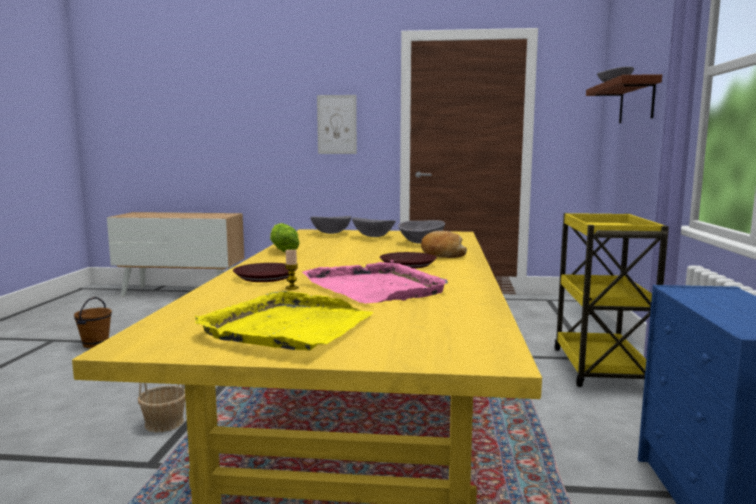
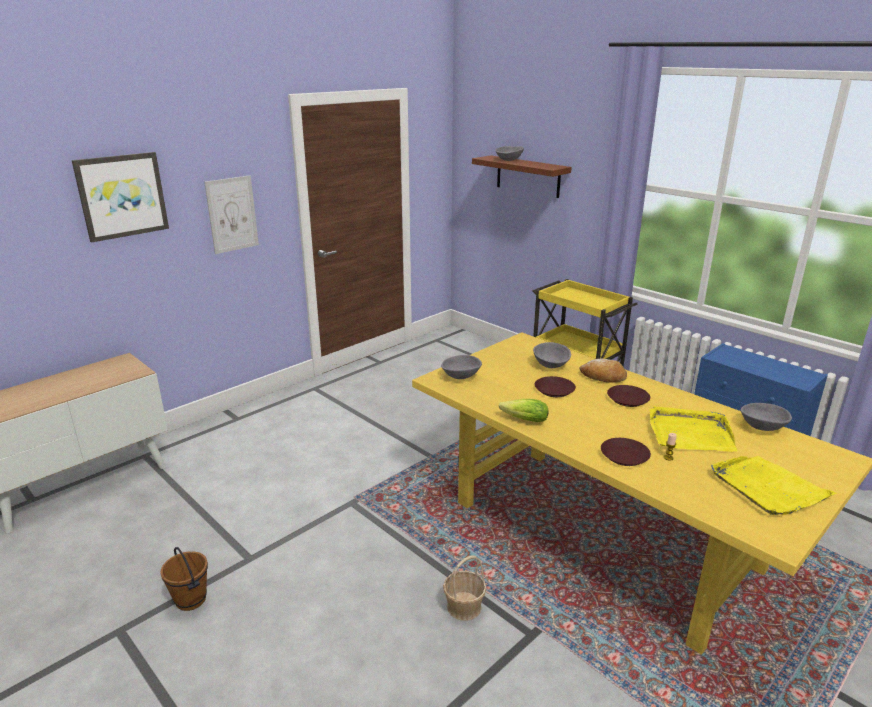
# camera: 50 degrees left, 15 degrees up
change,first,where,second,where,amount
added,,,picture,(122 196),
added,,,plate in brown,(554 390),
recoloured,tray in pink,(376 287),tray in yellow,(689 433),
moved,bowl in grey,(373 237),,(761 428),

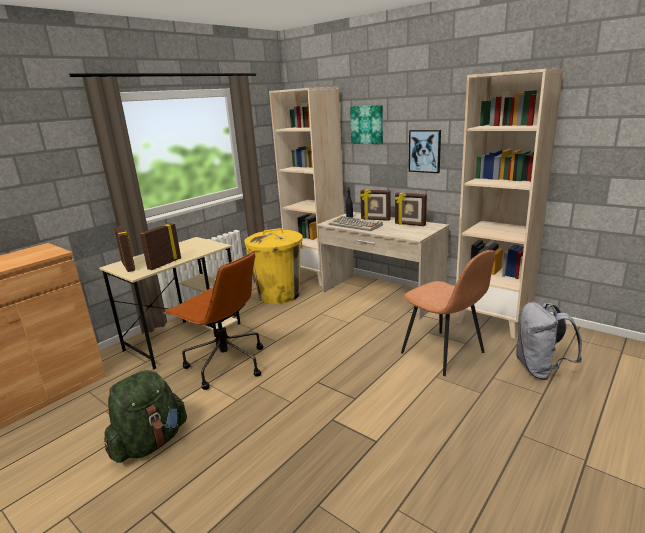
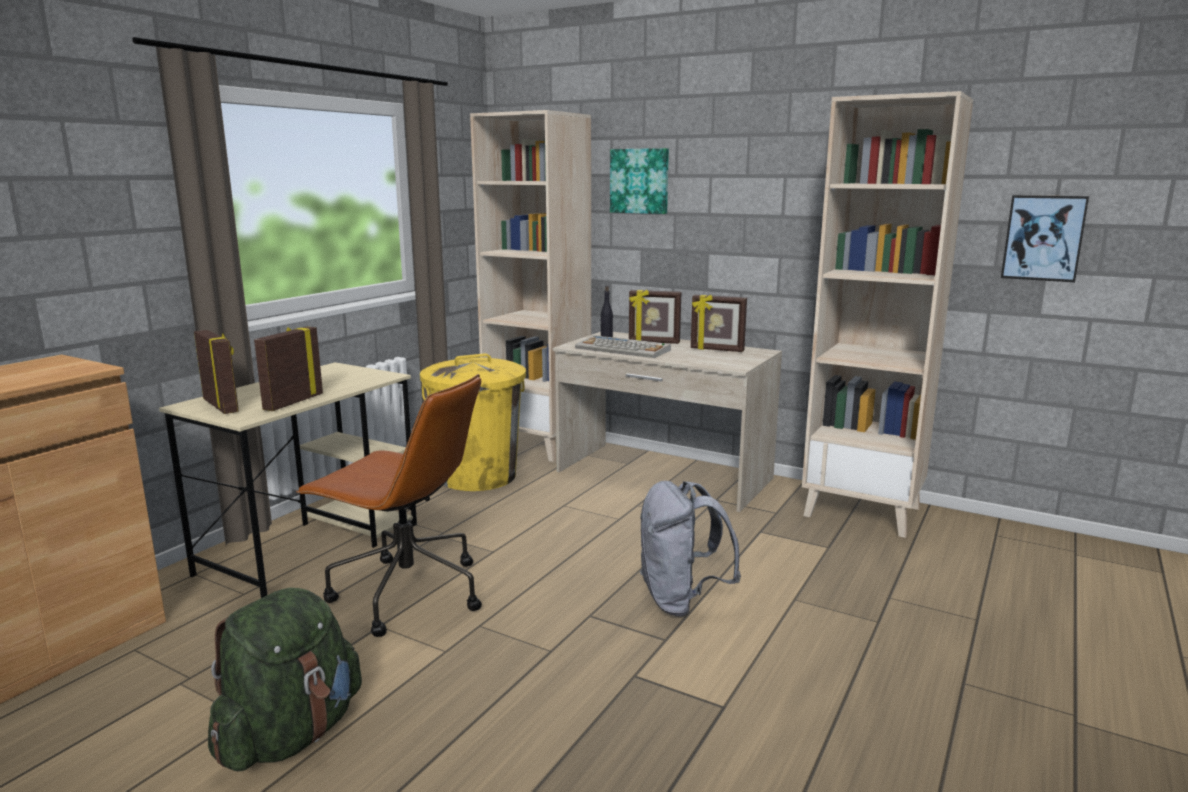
# camera: 10 degrees left, 5 degrees down
change,first,where,second,where,amount
moved,backpack in grey,(540 369),,(681 600),
moved,picture,(425 151),,(1043 238),
removed,chair in brown,(444 353),,,

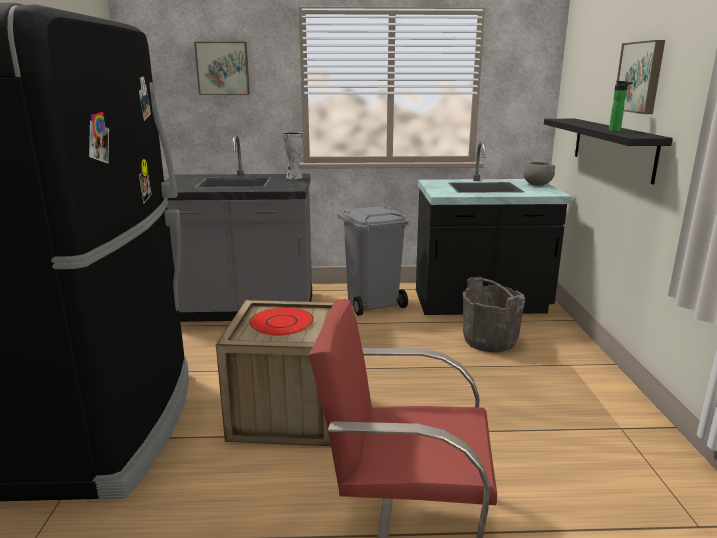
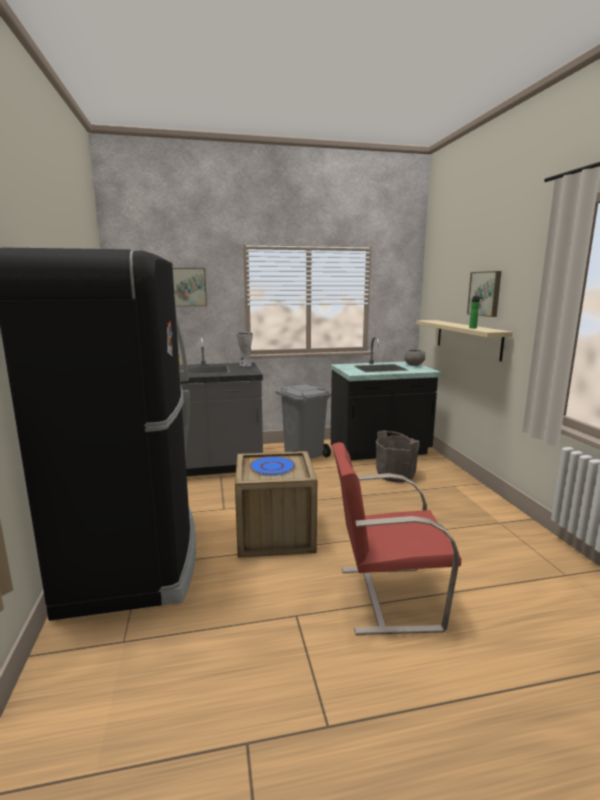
# camera: 10 degrees left, 5 degrees down
change,first,where,second,where,amount
recoloured,plate in red,(282 322),plate in blue,(272 467),
recoloured,shelf in black,(612 147),shelf in beige,(467 338),

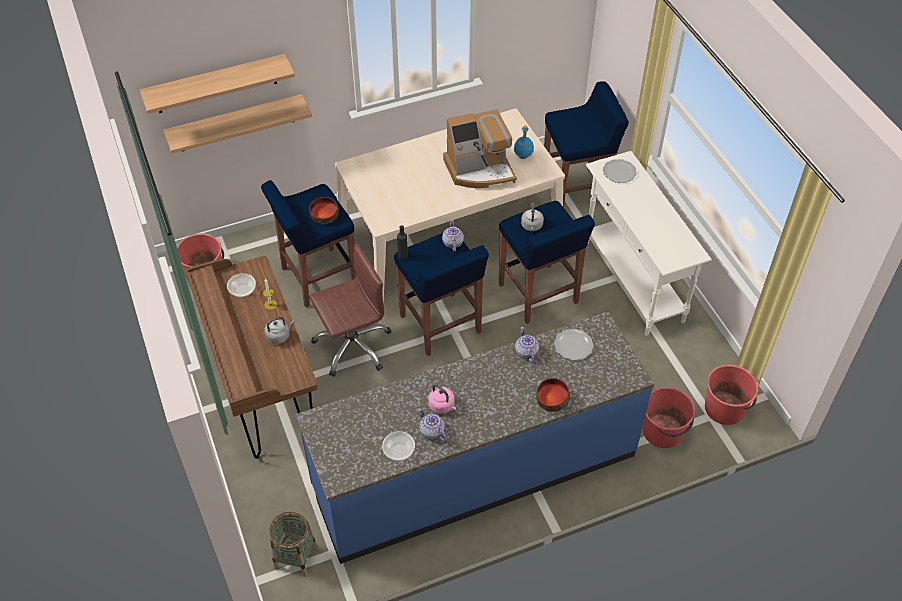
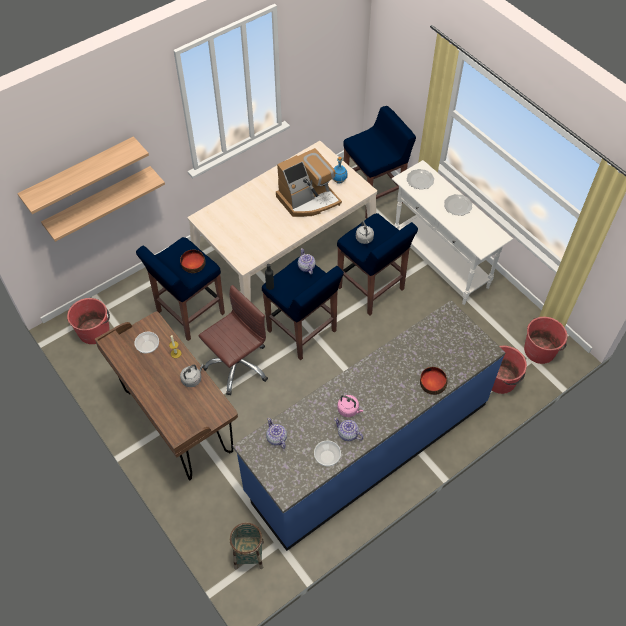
# camera: 15 degrees left, 5 degrees up
change,first,where,second,where,amount
moved,teapot,(526 352),,(276 438),
moved,plate,(573 346),,(458 206),

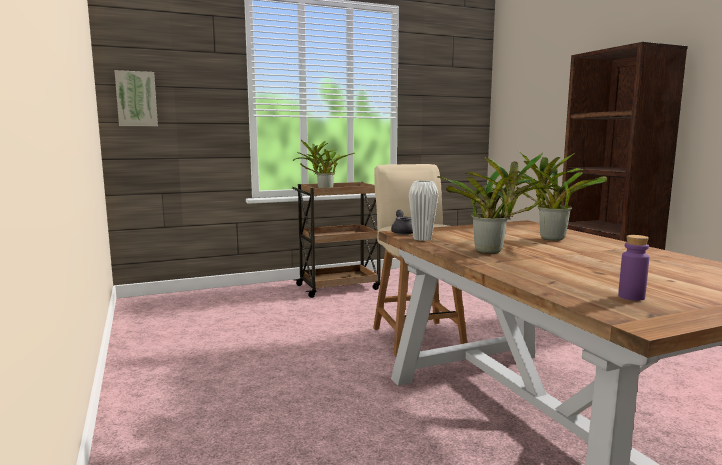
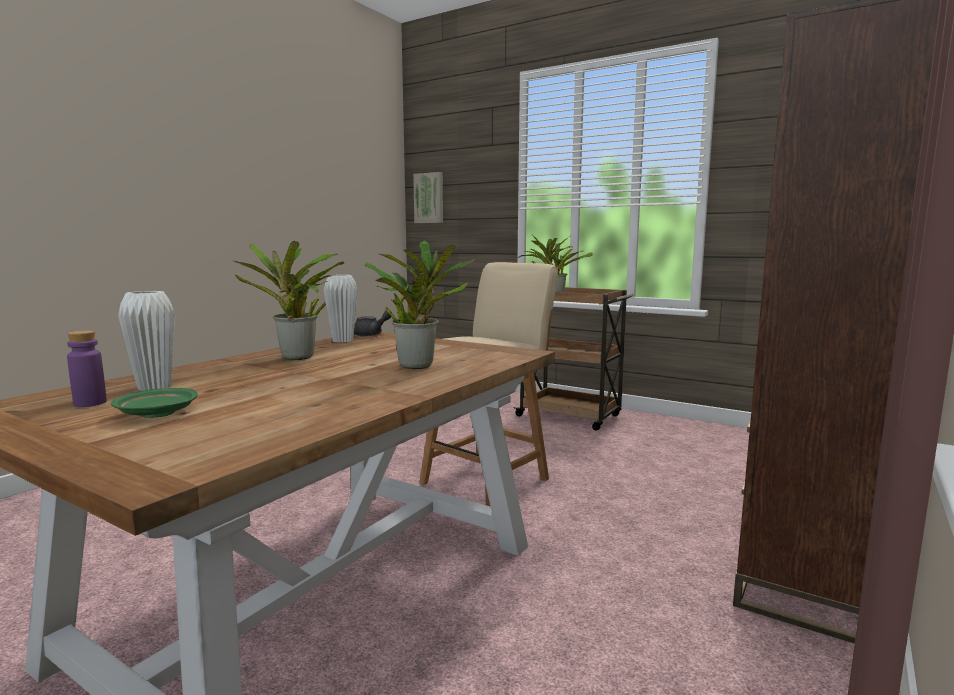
# camera: 55 degrees right, 0 degrees up
change,first,where,second,where,amount
added,,,plate in green,(156 413),
added,,,vase in white,(154 387),

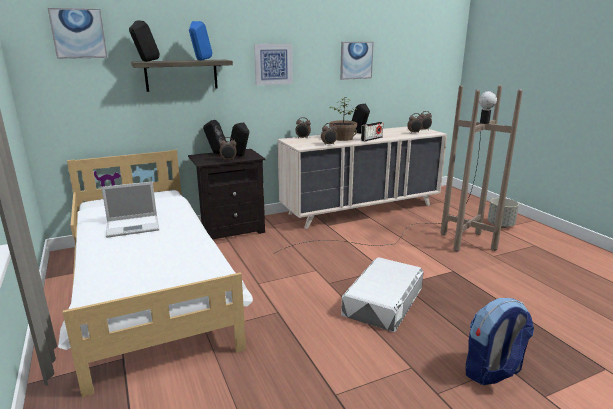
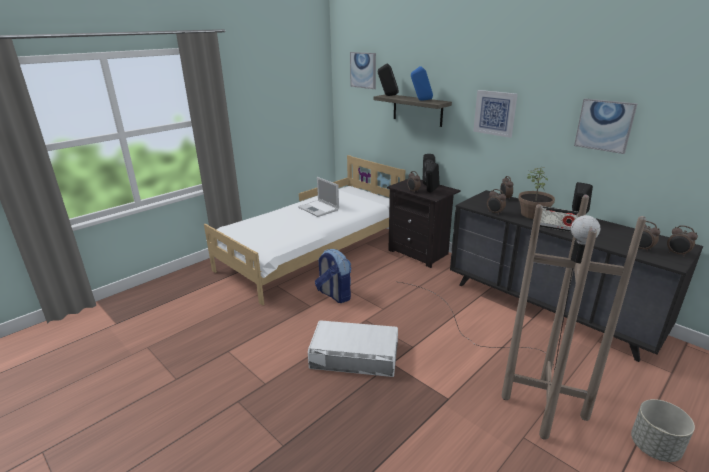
# camera: 70 degrees right, 5 degrees up
change,first,where,second,where,amount
moved,backpack,(492 372),,(334 295),
recoloured,dresser in beige,(361 209),dresser in black,(549 308),

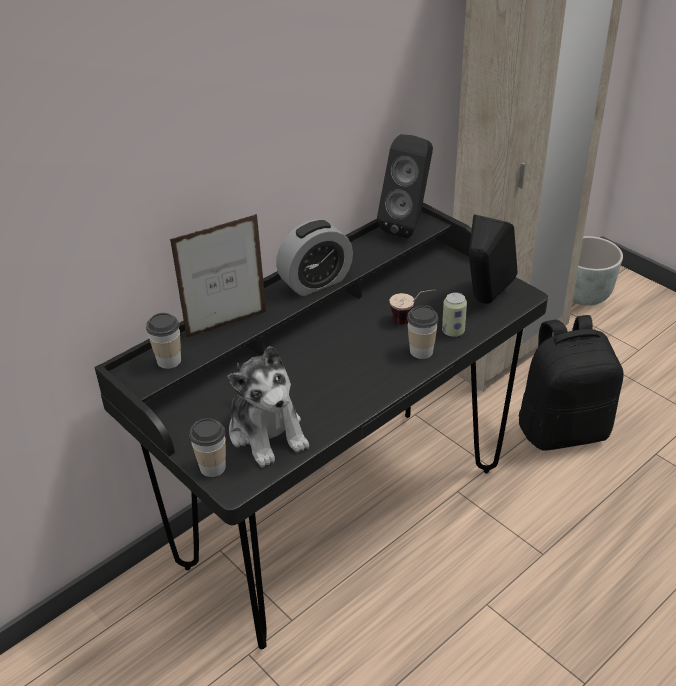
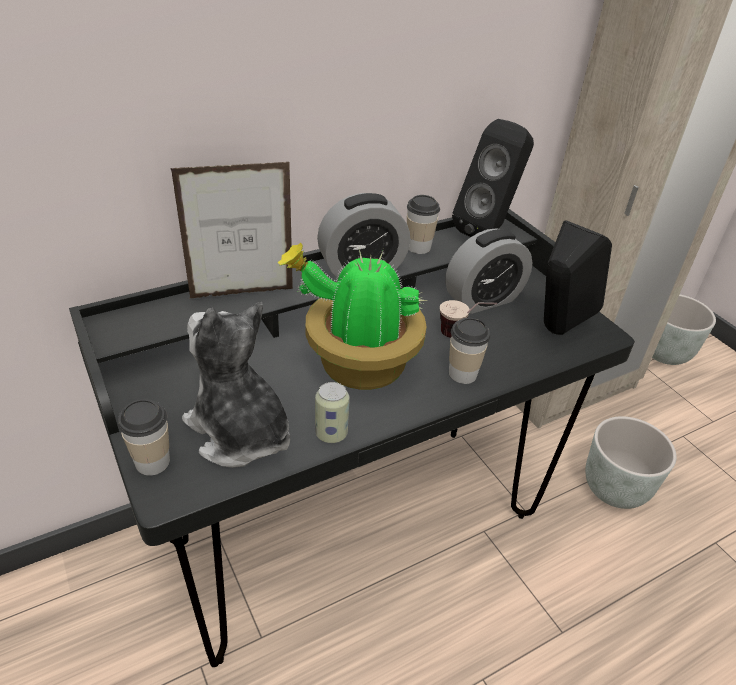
# camera: 10 degrees right, 0 degrees up
change,first,where,second,where,amount
turned,plush toy,(267 432),,(239 432),150 degrees clockwise
added,,,potted plant,(358 365),
moved,can,(453 331),,(331 434),
moved,cup,(169 360),,(418 247),
added,,,alarm clock,(483 299),
replaced,backpack in black,(563 429),planter in grey,(615 488),

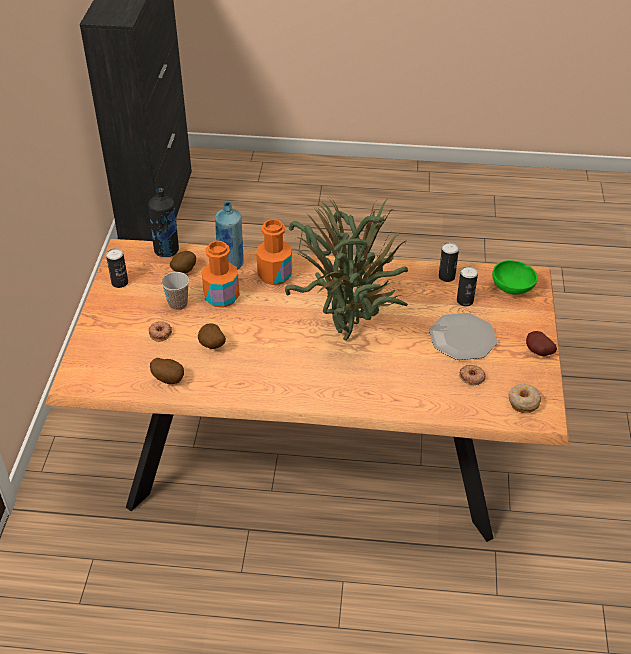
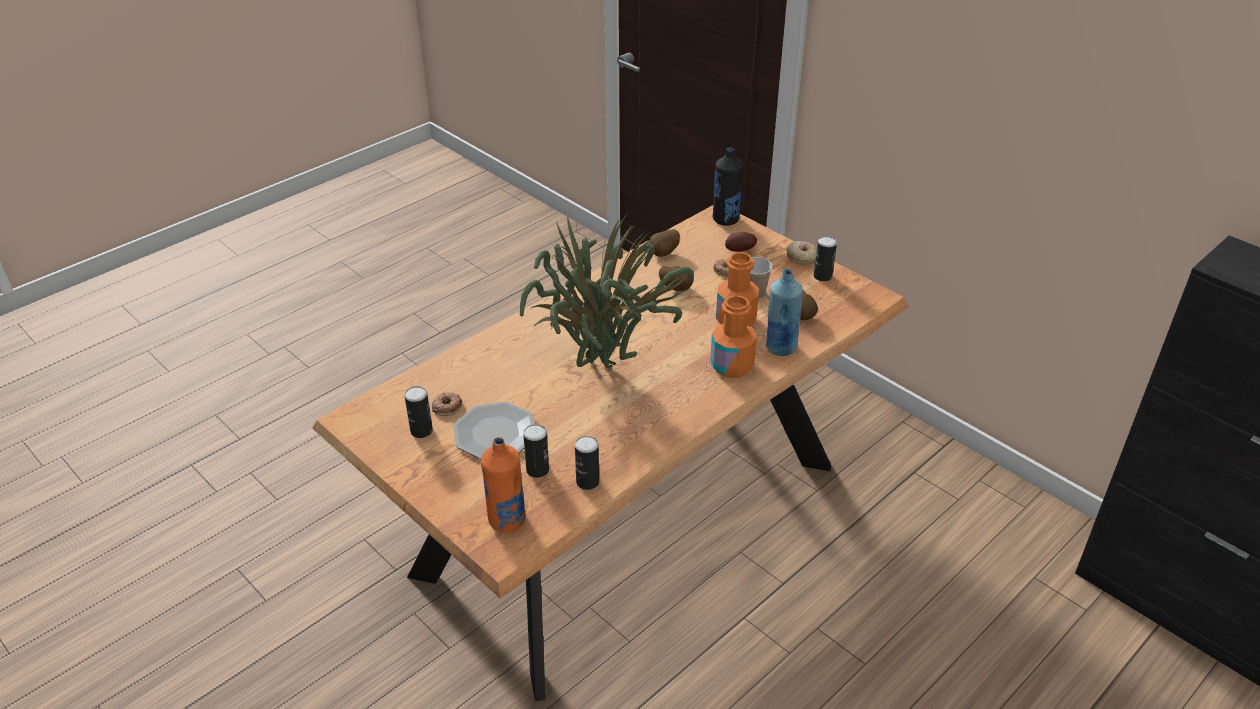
# camera: 130 degrees right, 5 degrees down
change,first,where,second,where,amount
added,,,can,(421 431),
replaced,bowl in green,(513 288),bottle in orange,(506 521),
moved,bottle in black,(167 250),,(725 219),
moved,potato,(538 352),,(740 250),
moved,donut,(523 402),,(802 258),

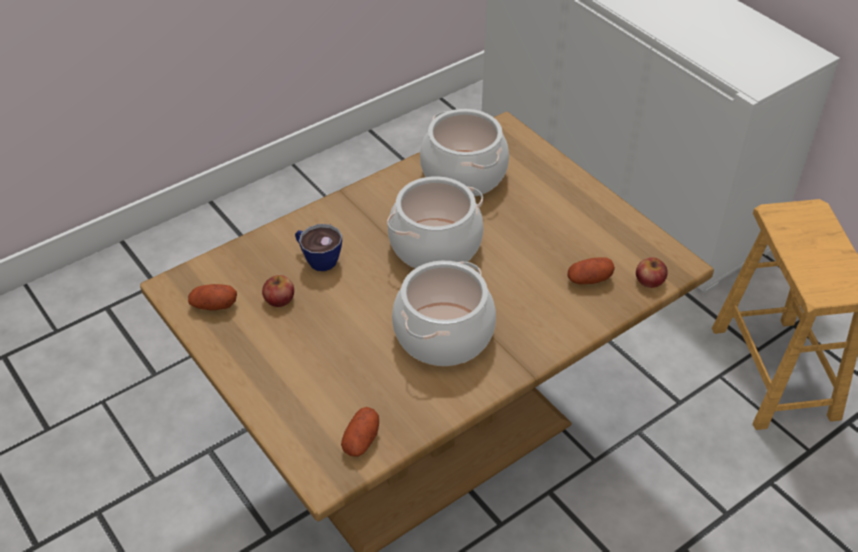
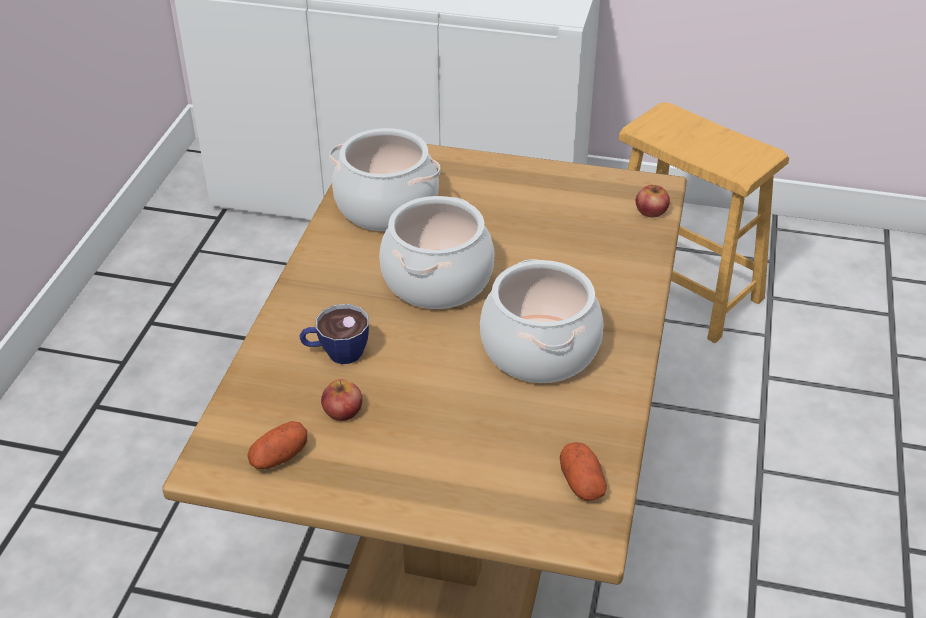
# camera: 40 degrees left, 5 degrees down
change,first,where,second,where,amount
removed,potato,(589 279),,,

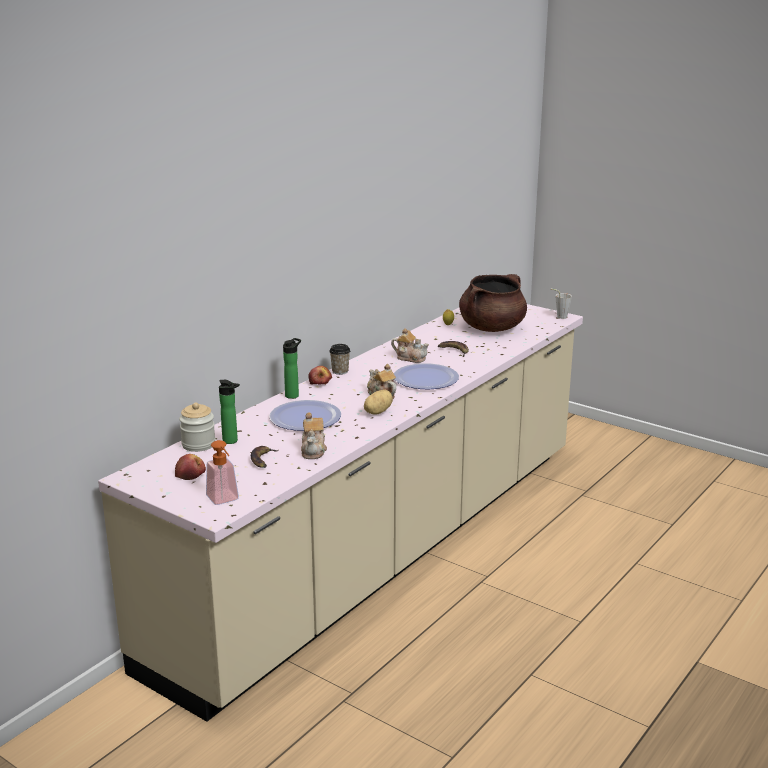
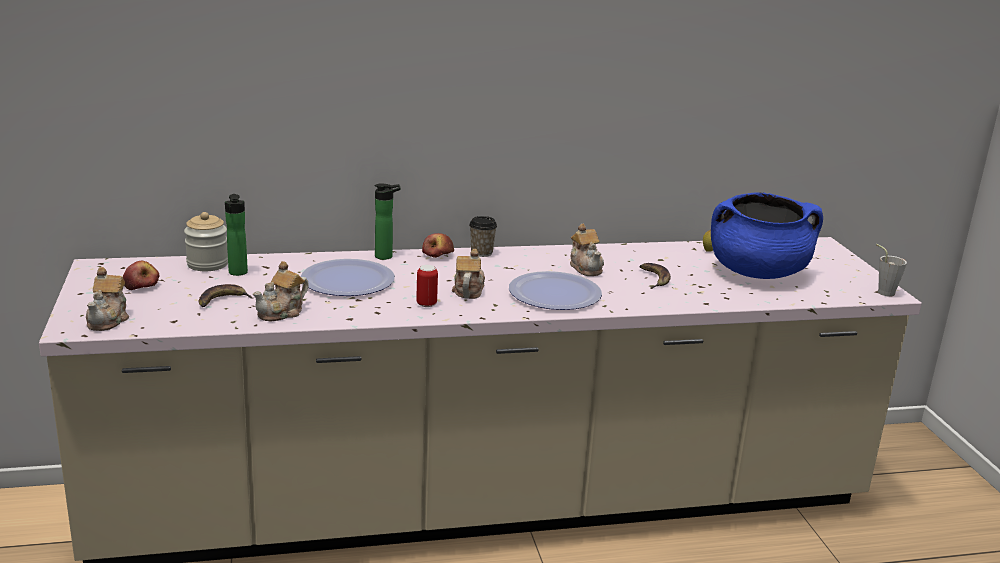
# camera: 40 degrees right, 0 degrees up
change,first,where,second,where,amount
replaced,soap dispenser,(224 500),teapot,(109 320),
replaced,potato,(377 412),can,(426 304),
recoloured,cooking pot in brown,(492 328),cooking pot in blue,(757 273),

